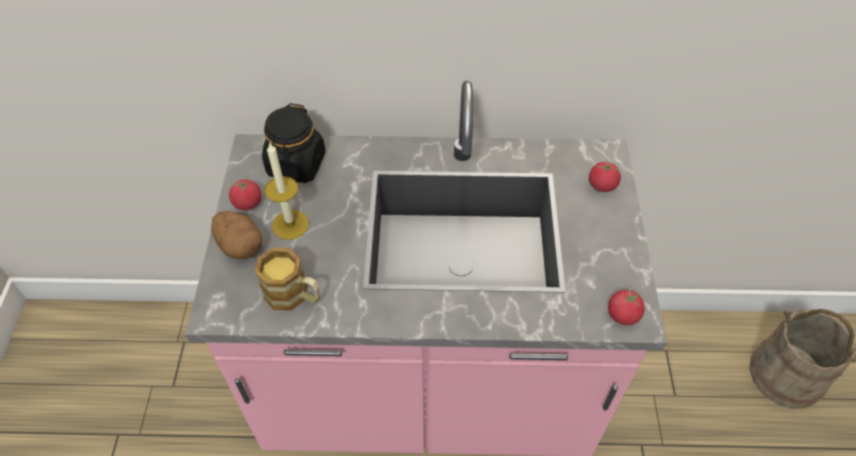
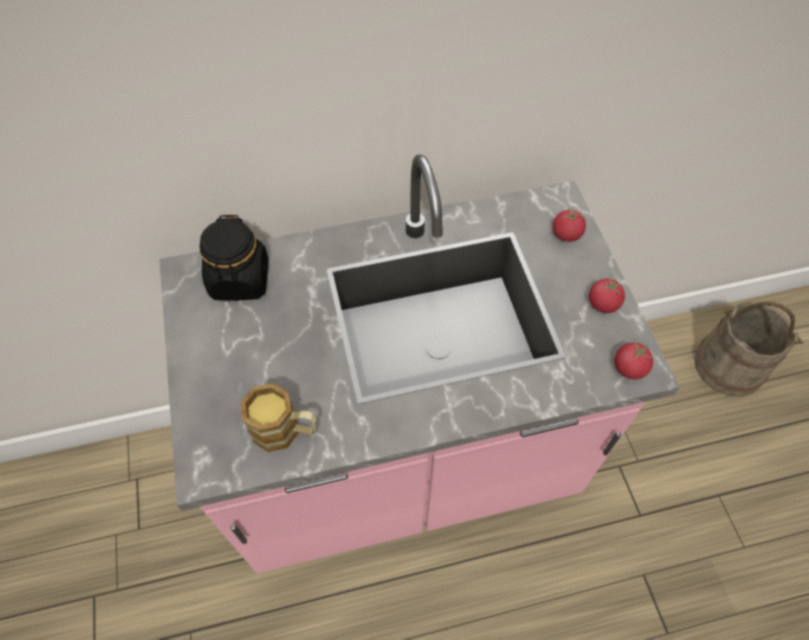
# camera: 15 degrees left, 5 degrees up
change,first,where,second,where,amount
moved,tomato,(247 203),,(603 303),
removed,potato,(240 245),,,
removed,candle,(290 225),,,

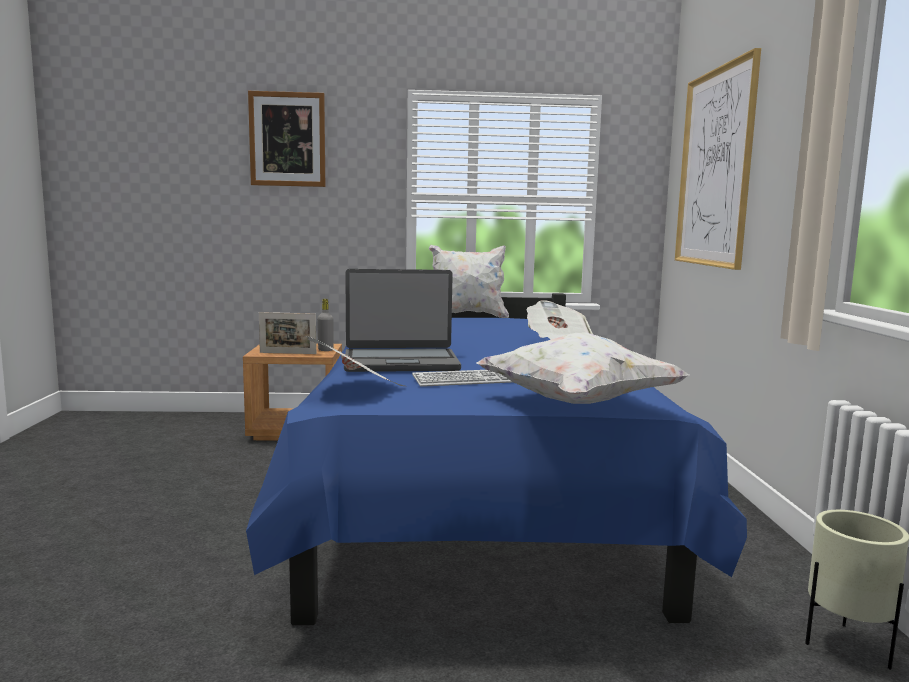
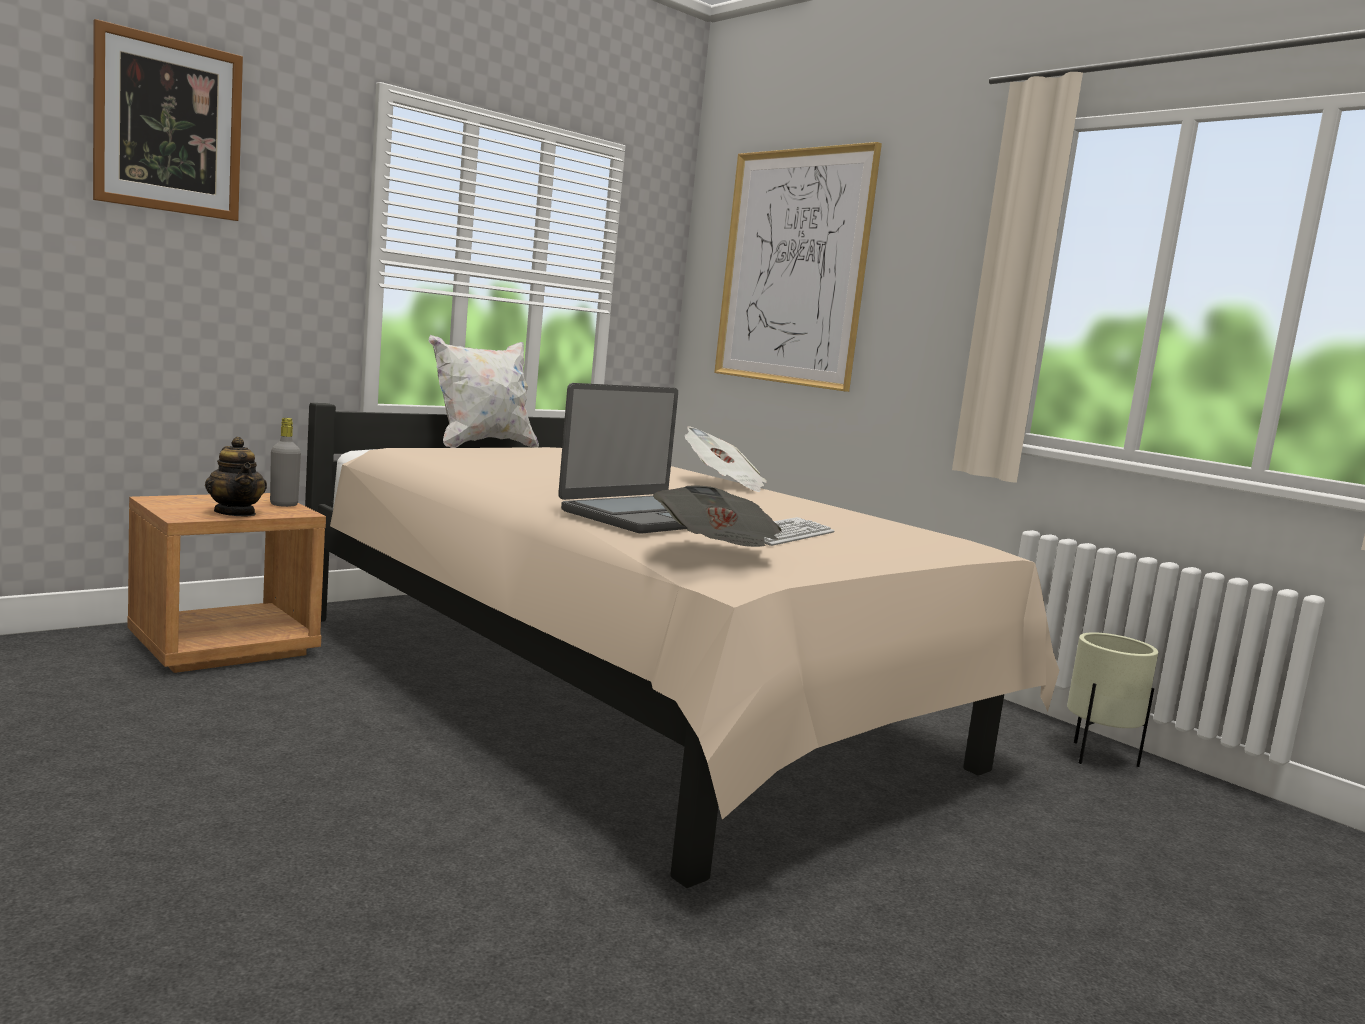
# camera: 40 degrees left, 0 degrees up
change,first,where,second,where,amount
replaced,picture frame,(288 353),teapot,(235 513),
recoloured,bed in blue,(471 496),bed in beige,(625 696),
removed,pillow in white,(577 403),,,

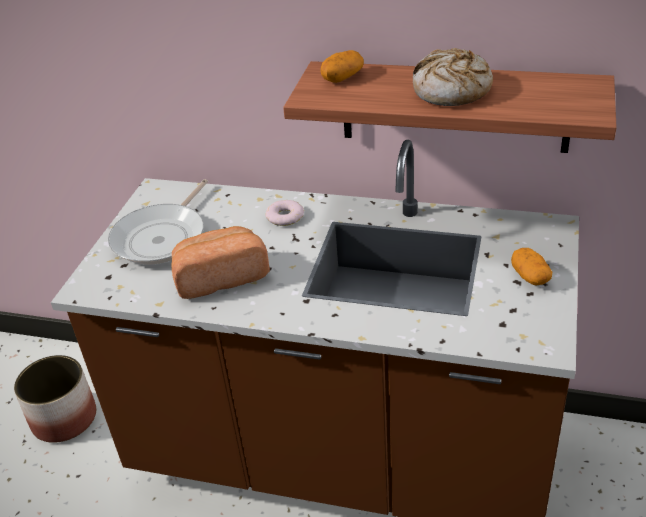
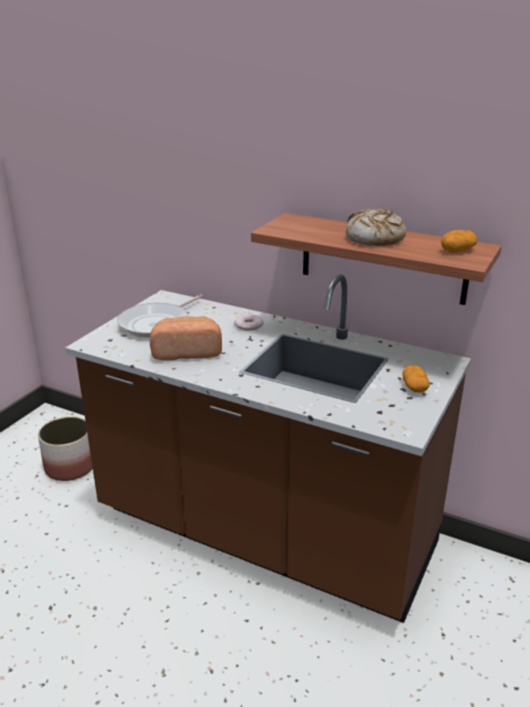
# camera: 10 degrees right, 10 degrees down
change,first,where,second,where,amount
moved,potato,(342 78),,(457 251),

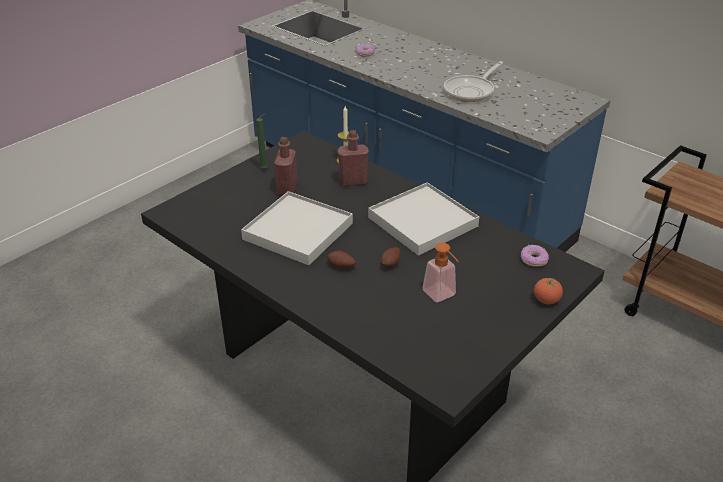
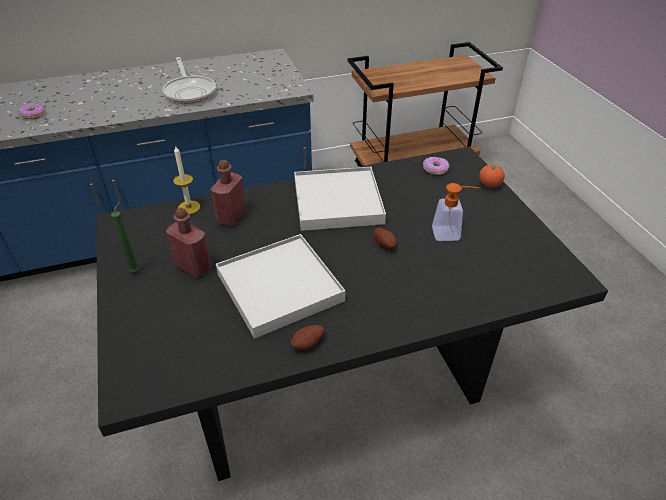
# camera: 60 degrees left, 5 degrees up
change,first,where,second,where,amount
moved,potato,(341 266),,(308 344),

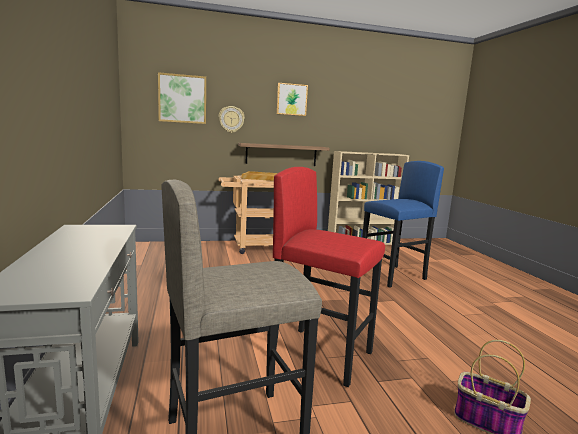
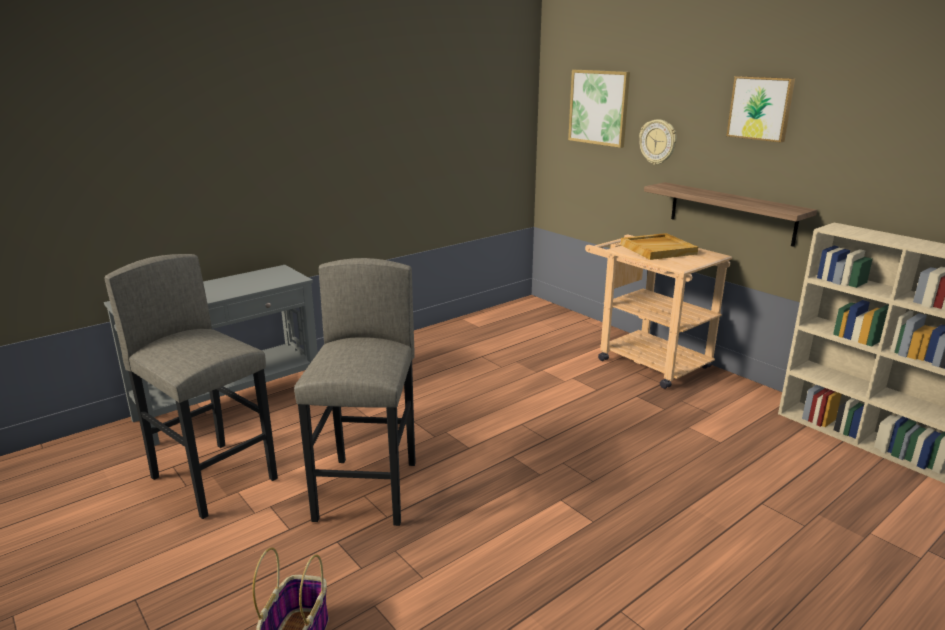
# camera: 65 degrees right, 10 degrees up
change,first,where,second,where,amount
recoloured,stool in red,(321 354),stool in grey,(368 490),
removed,stool in blue,(393 276),,,

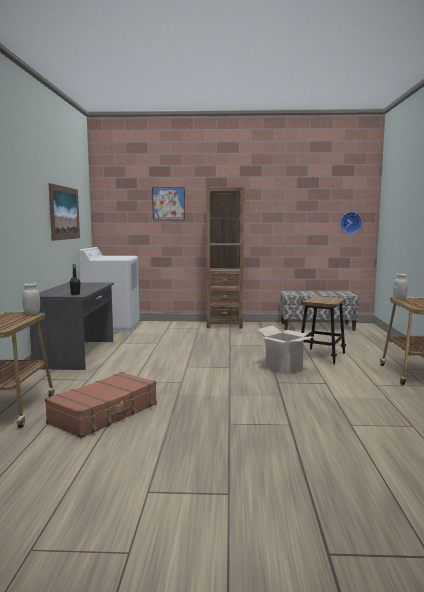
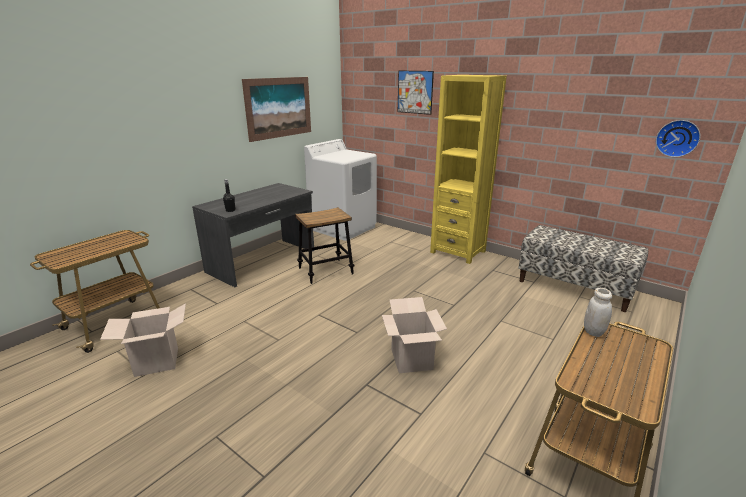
# camera: 35 degrees right, 15 degrees up
change,first,where,second,where,amount
replaced,suitcase in brown,(105 414),cardboard box,(157 362),
moved,stool,(321 356),,(325 271),
recoloured,bookcase in brown,(224 324),bookcase in yellow,(458 252),
removed,jar in white,(32 313),,,

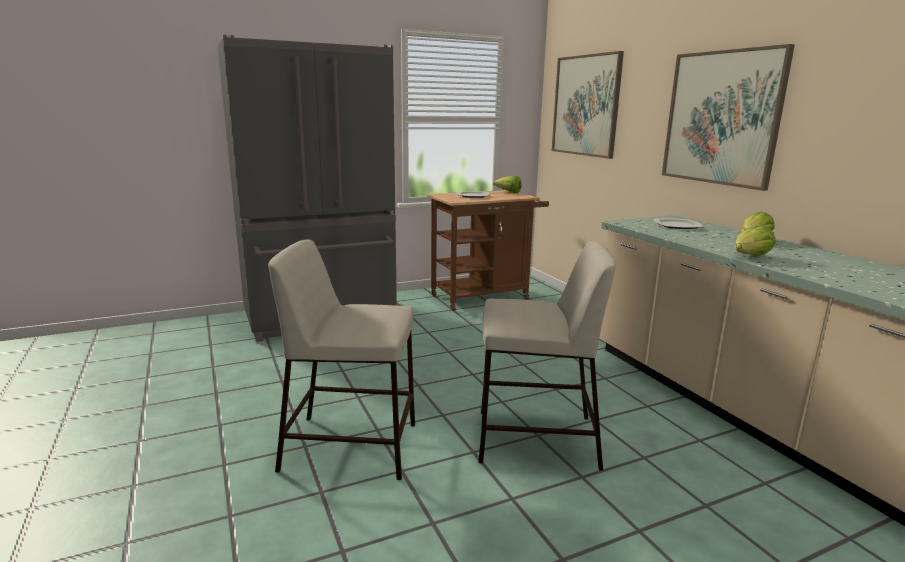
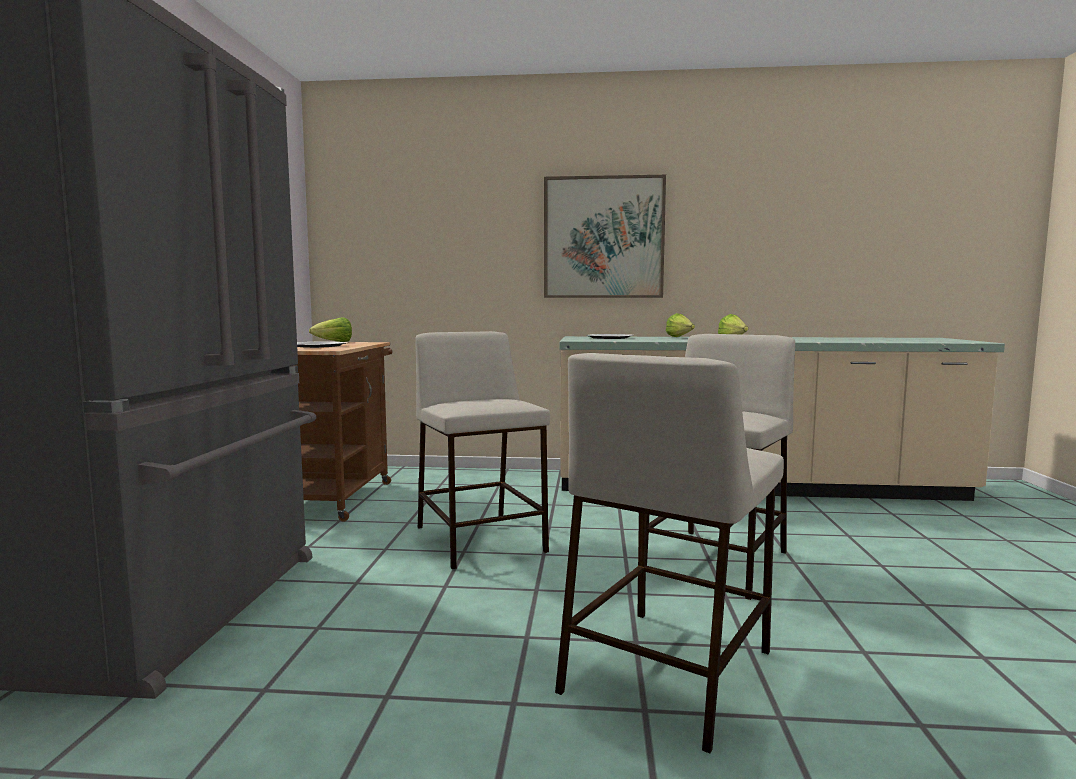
# camera: 60 degrees left, 10 degrees down
change,first,where,second,where,amount
added,,,stool in beige,(481 539),
removed,picture,(586 106),,,

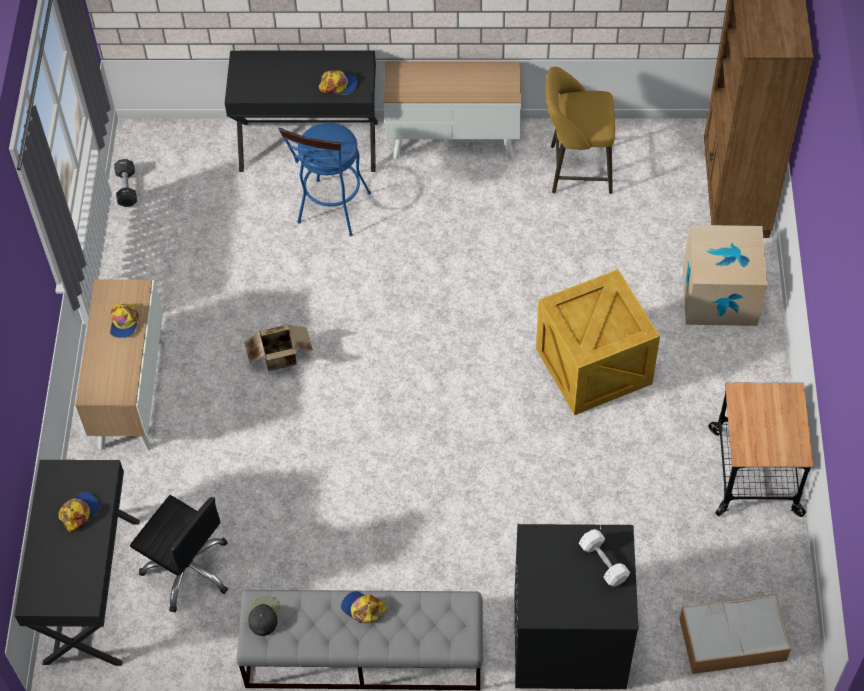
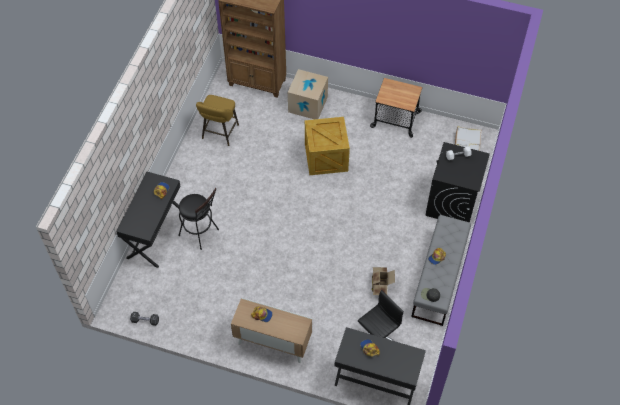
# camera: 75 degrees left, 0 degrees up
change,first,where,second,where,amount
recoloured,stool in blue,(332 213),stool in black,(201 234),
moved,cardboard box,(281 359),,(380 285),
removed,cabinet,(454 140),,,

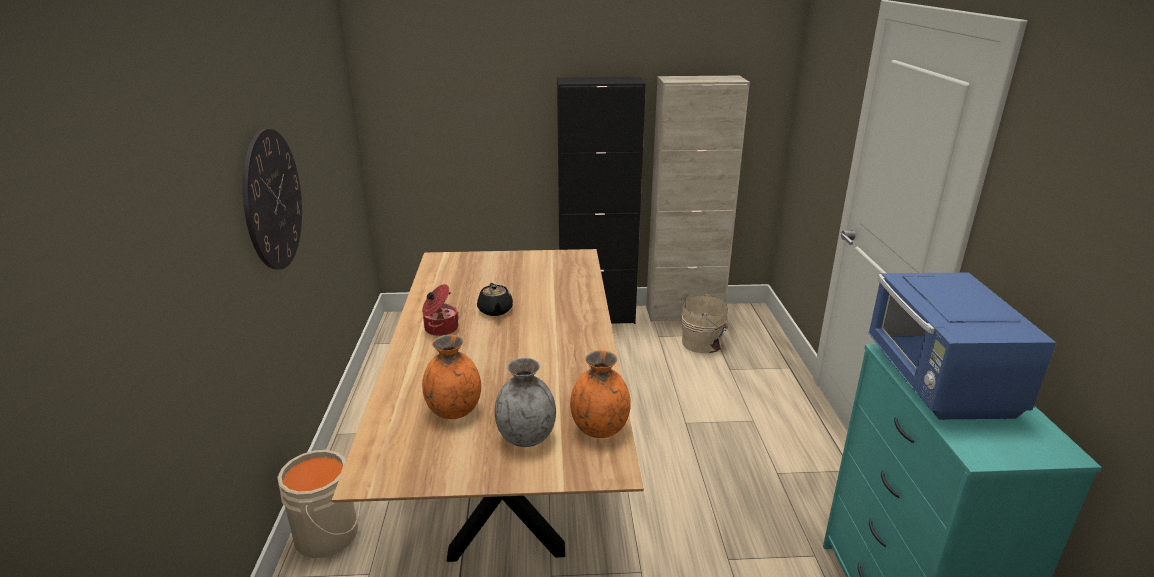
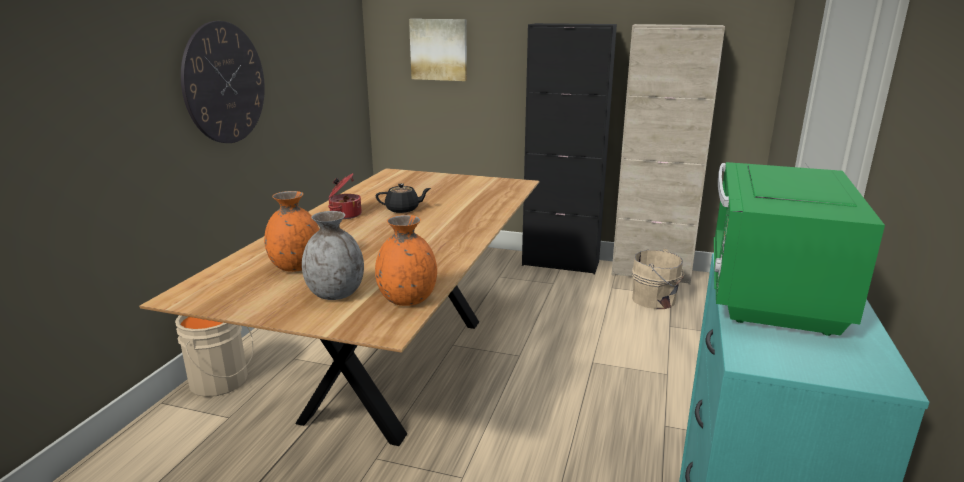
# camera: 20 degrees right, 5 degrees down
change,first,where,second,where,amount
turned,teapot in black,(495 311),,(403 209),105 degrees counterclockwise
added,,,picture,(439 49),
recoloured,microwave in blue,(938 382),microwave in green,(770 292),

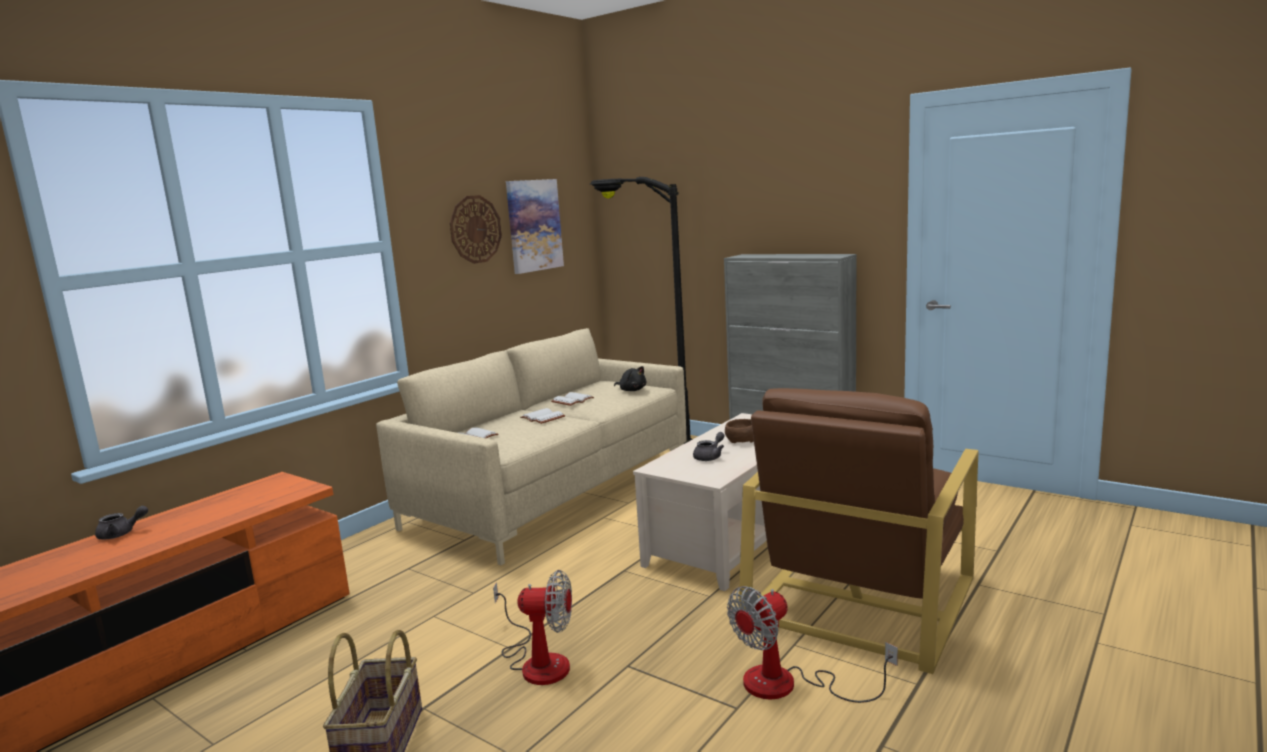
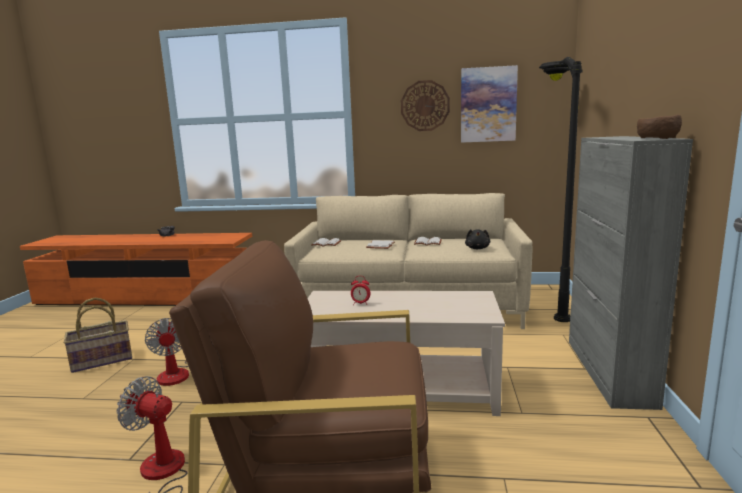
# camera: 60 degrees right, 0 degrees up
change,first,where,second,where,amount
replaced,teapot in grey,(710 457),alarm clock,(360 304),
moved,bowl in brown,(741 440),,(656 138),

